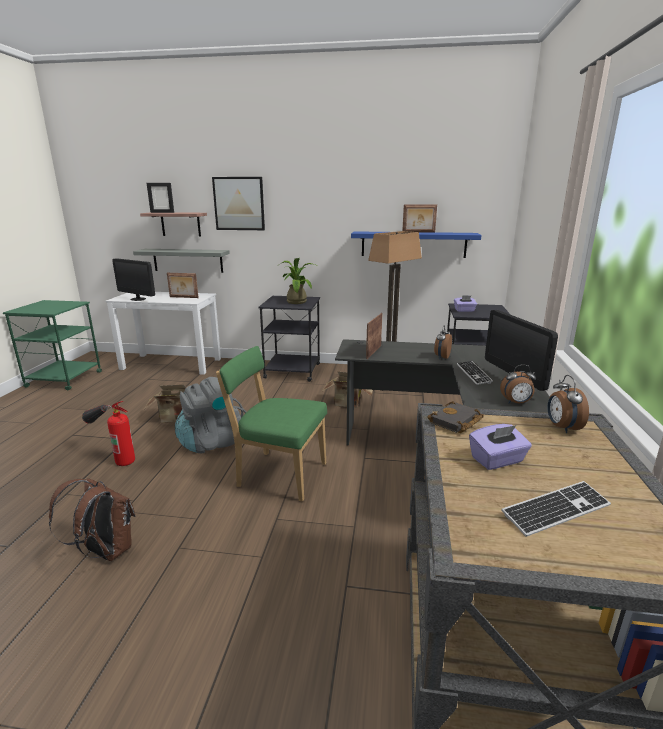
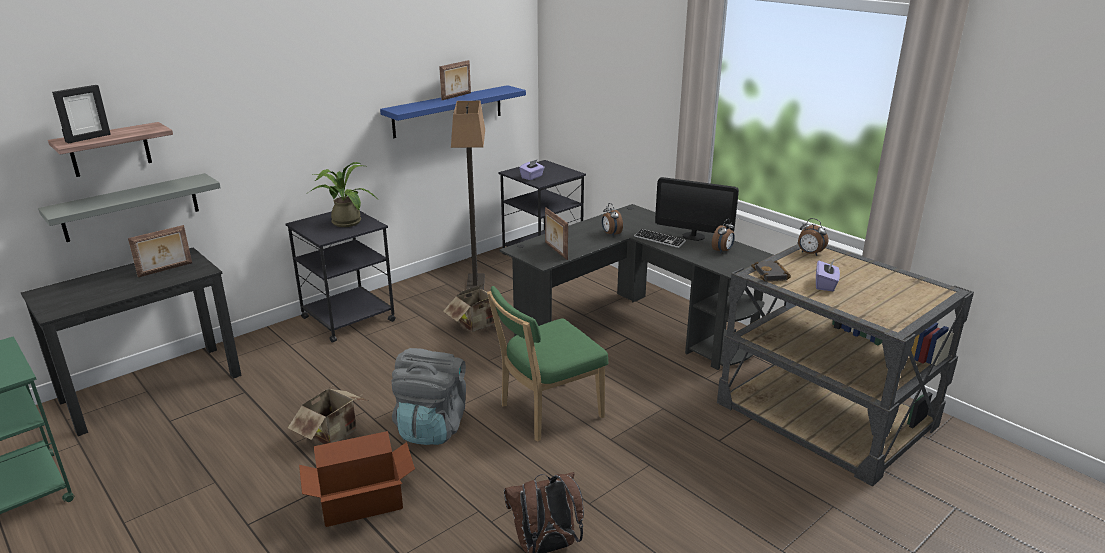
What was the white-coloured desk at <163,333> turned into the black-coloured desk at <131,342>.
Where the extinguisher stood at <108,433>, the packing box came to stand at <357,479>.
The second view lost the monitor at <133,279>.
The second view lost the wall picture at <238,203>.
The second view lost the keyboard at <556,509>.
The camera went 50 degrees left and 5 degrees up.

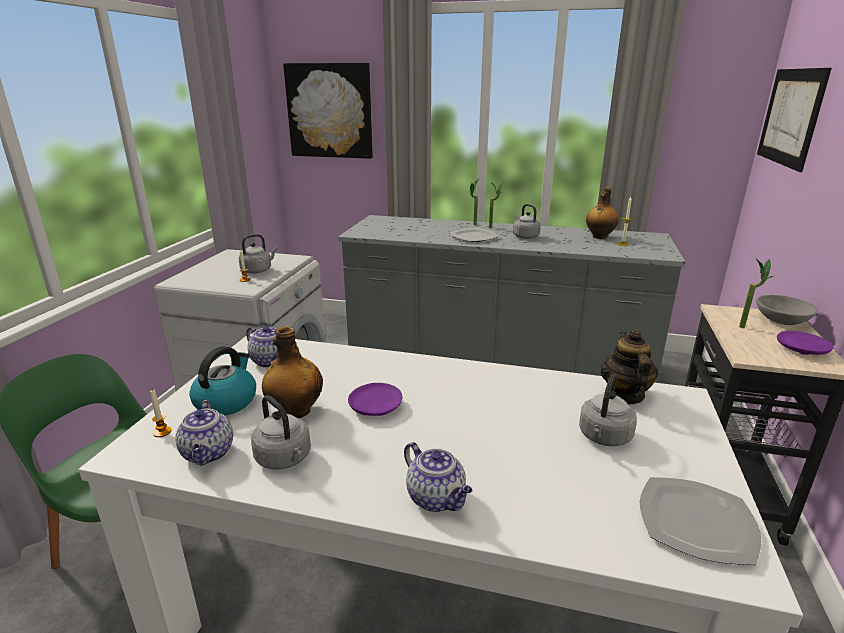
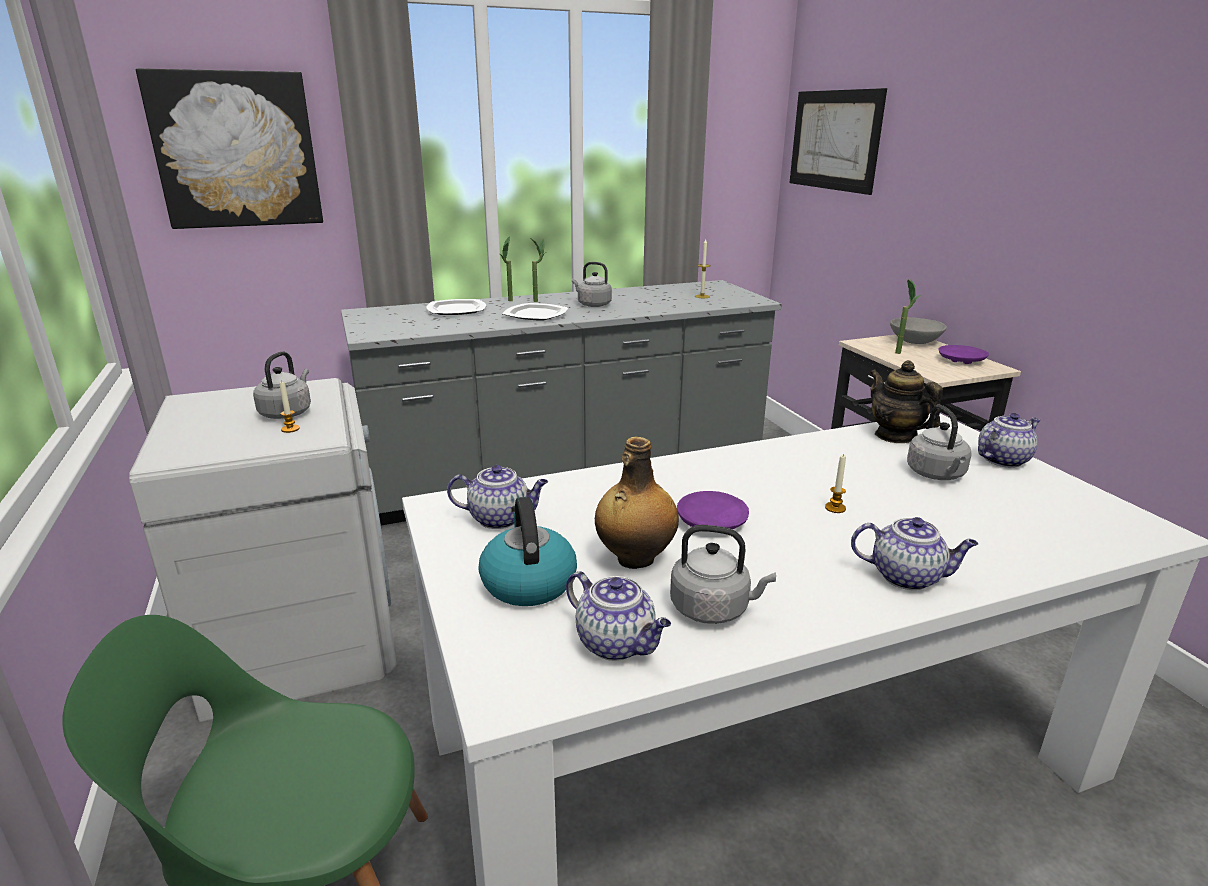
The dinner plate ended up elsewhere, having gone from <700,521> to <456,307>.
The wax candle ended up elsewhere, having gone from <160,413> to <835,483>.
The second view gained the pot for tea at <1009,440>.
The second view lost the drink bottle at <602,213>.
The camera went 35 degrees left and 0 degrees up.

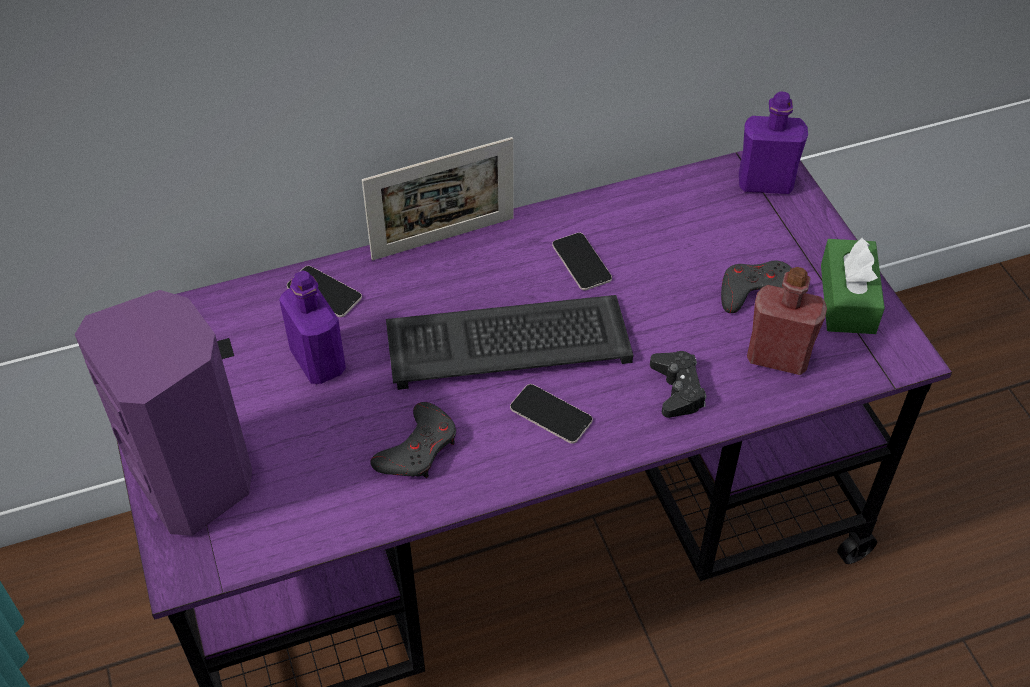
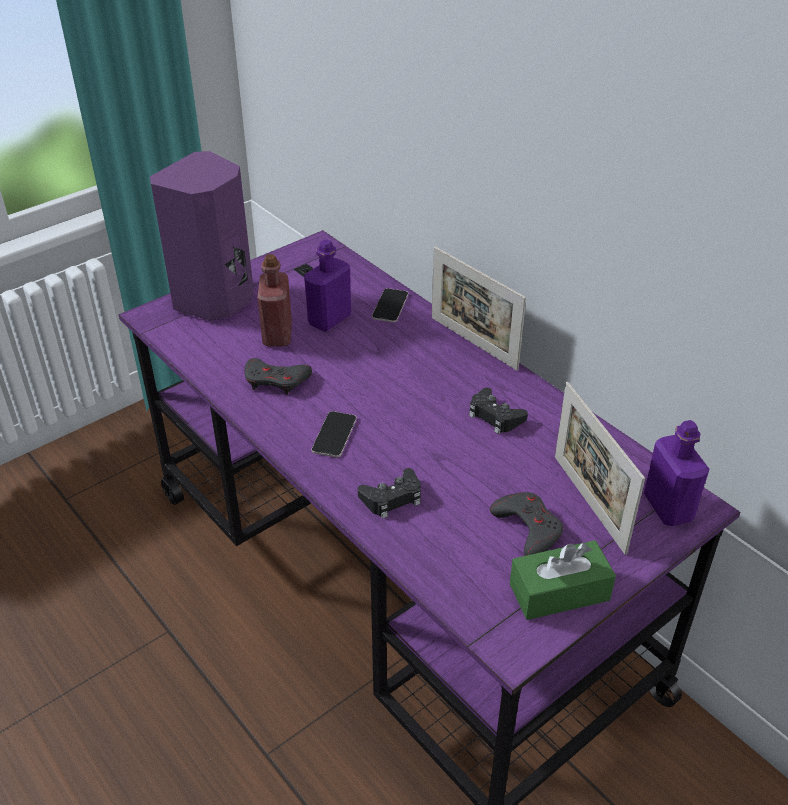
The reddish drink bottle ended up elsewhere, having gone from <787,321> to <275,300>.
Where the phone stood at <582,261>, the black-coloured game controller came to stand at <498,411>.
The second view gained the picture frame at <600,468>.
The second view lost the keyboard at <510,342>.
The camera went 70 degrees right and 10 degrees down.

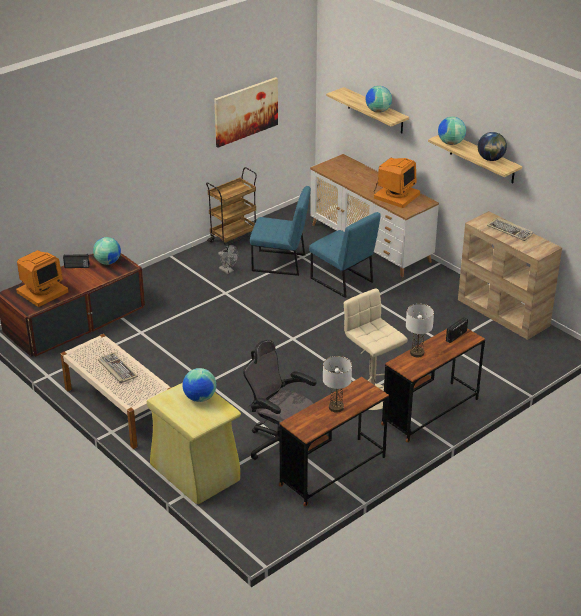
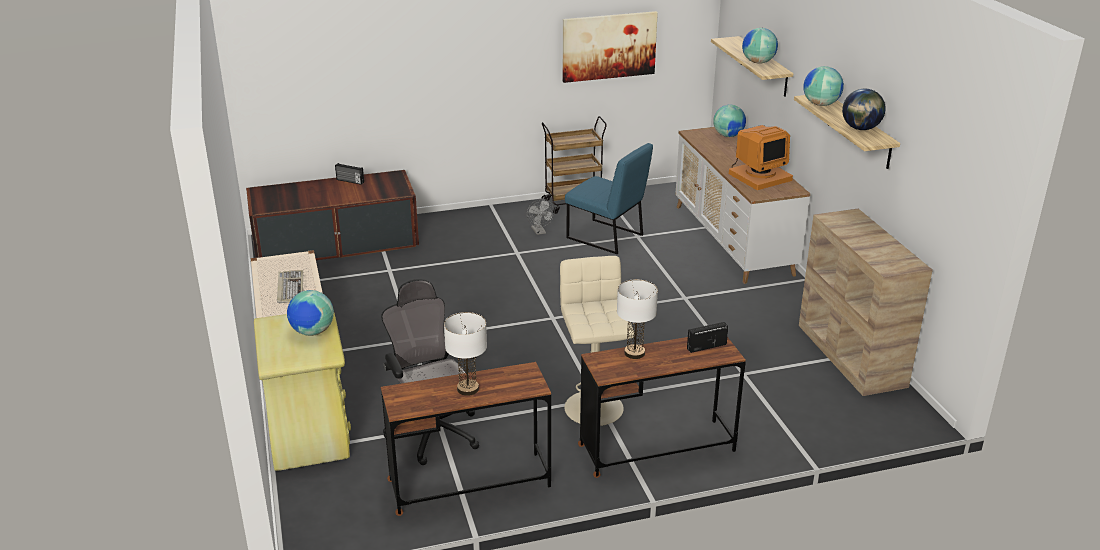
The world globe ended up elsewhere, having gone from <107,251> to <729,121>.
The second view lost the monitor at <42,278>.
The second view lost the blue upright chair at <345,255>.
The second view lost the keyboard at <510,229>.
The camera went 25 degrees right and 5 degrees down.

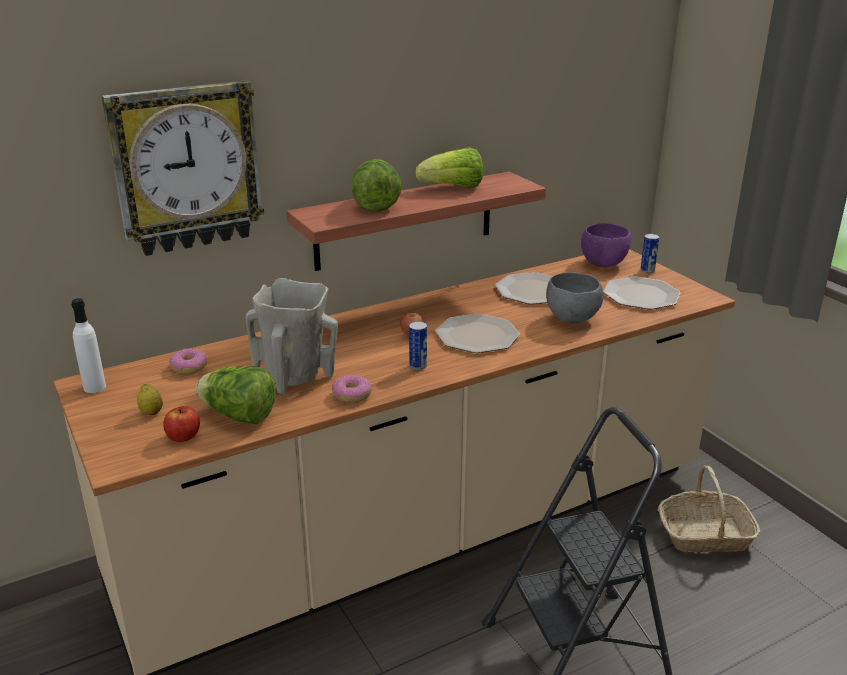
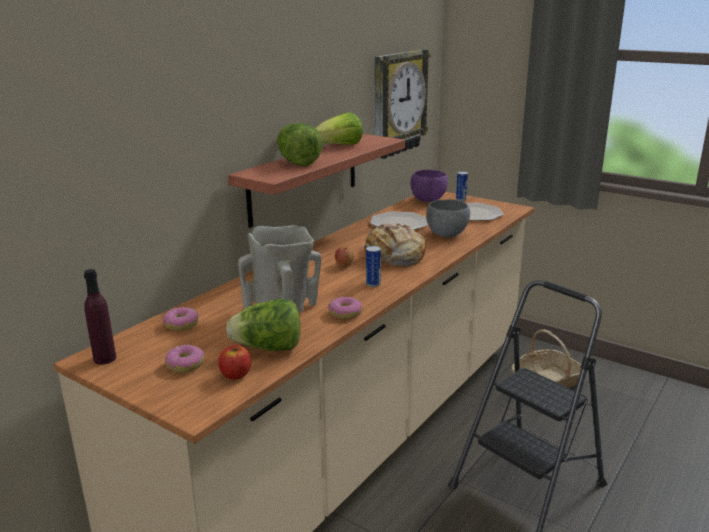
What was the white-coloured drink bottle at <88,345> turned into the purplish drink bottle at <100,317>.
Where the whole lemon stood at <150,399>, the ring doughnut came to stand at <184,359>.
Where the dinner plate stood at <477,333>, the baked bread came to stand at <394,245>.
The hanging clock ended up elsewhere, having gone from <183,168> to <402,104>.
The camera went 25 degrees left and 5 degrees down.

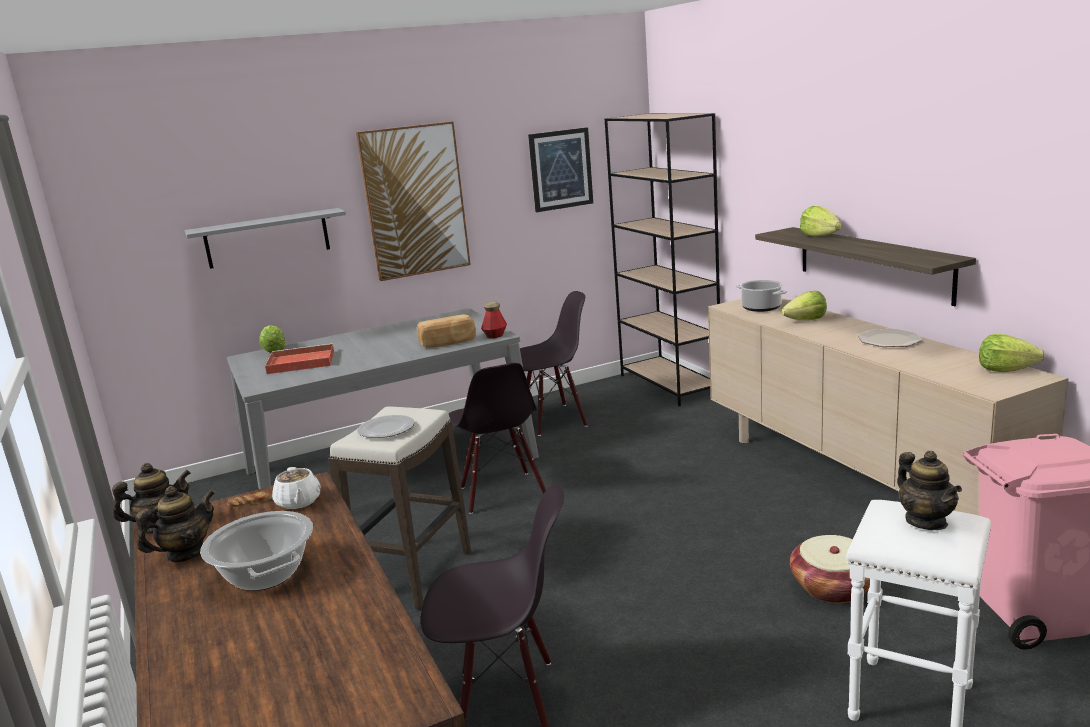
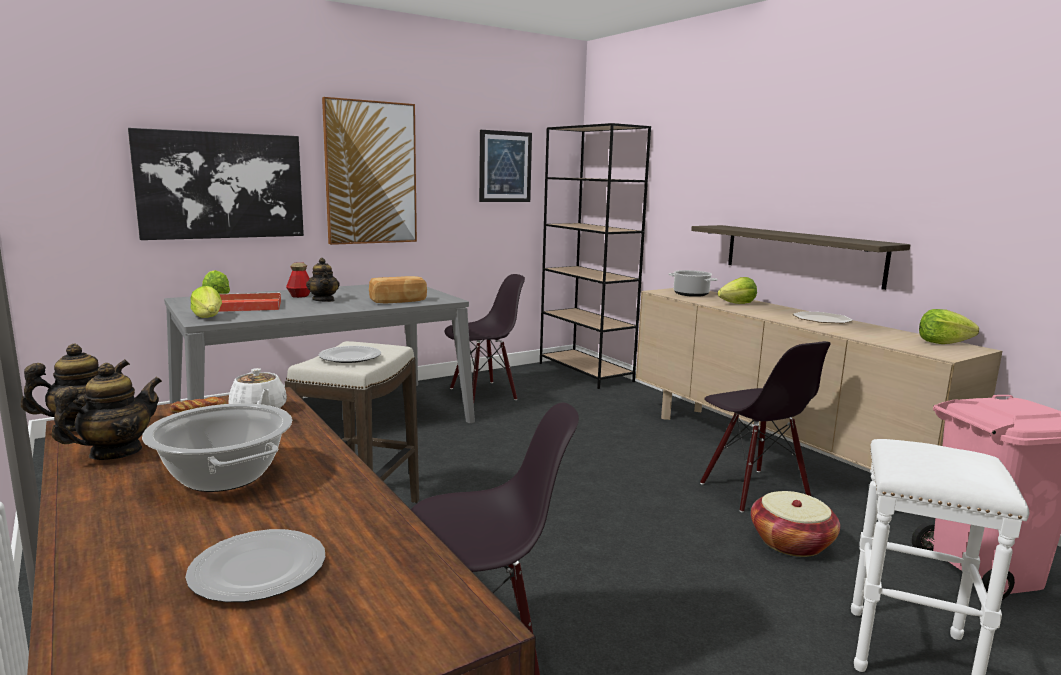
Where the gray bracket shelf hung at <265,238>, the wall picture came to hang at <216,184>.
The second view gained the dinner plate at <255,565>.
The head of lettuce ended up elsewhere, having gone from <821,221> to <206,302>.
The drink bottle ended up elsewhere, having gone from <494,319> to <298,280>.
The pot for tea ended up elsewhere, having gone from <929,490> to <323,280>.
The black-coloured upright chair ended up elsewhere, having gone from <497,438> to <765,427>.
The camera went 10 degrees left and 5 degrees down.

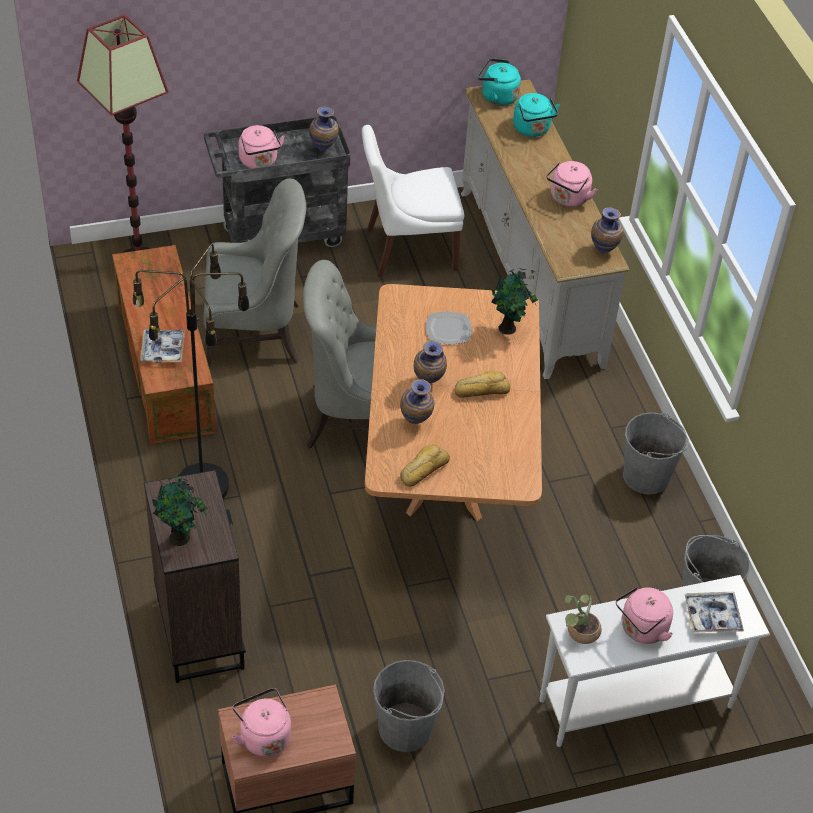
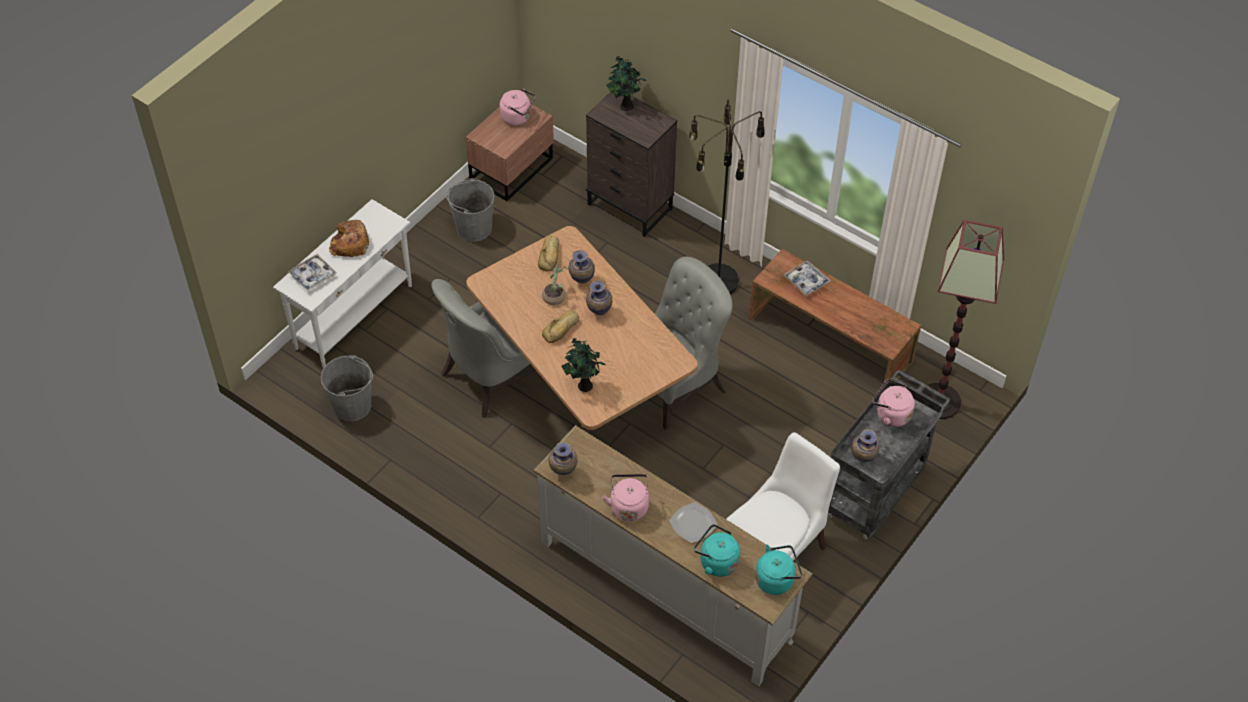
Where the pinkish tea kettle stood at <644,615>, the baked bread came to stand at <349,238>.
The gray upright chair ended up elsewhere, having gone from <255,272> to <487,348>.
The houseplant ended up elsewhere, having gone from <583,619> to <555,284>.
The dinner plate ended up elsewhere, having gone from <449,327> to <693,522>.
The second view lost the gray bucket at <656,453>.
The camera went 145 degrees right and 5 degrees up.

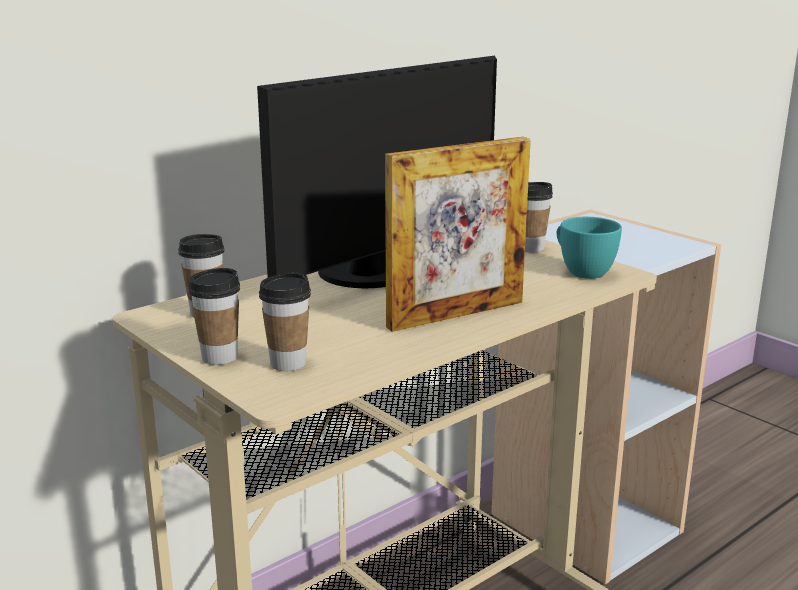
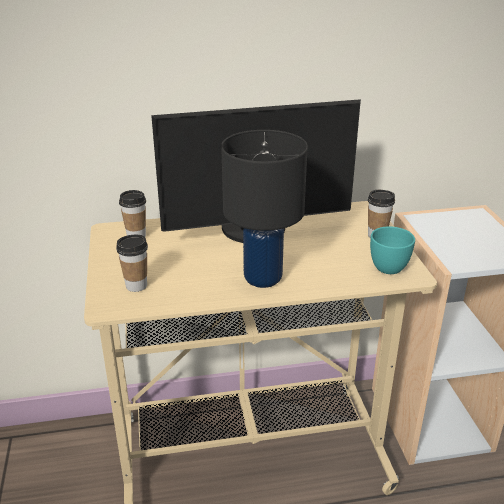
Where the picture frame stood at <458,234>, the black-coloured lamp for a table came to stand at <264,209>.
The second view lost the cup at <214,316>.
The camera went 30 degrees right and 10 degrees up.

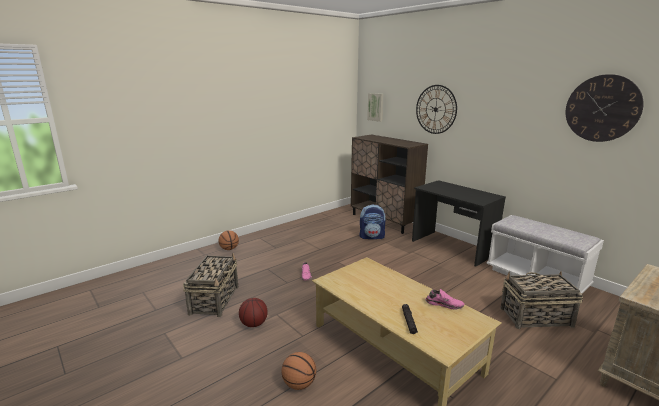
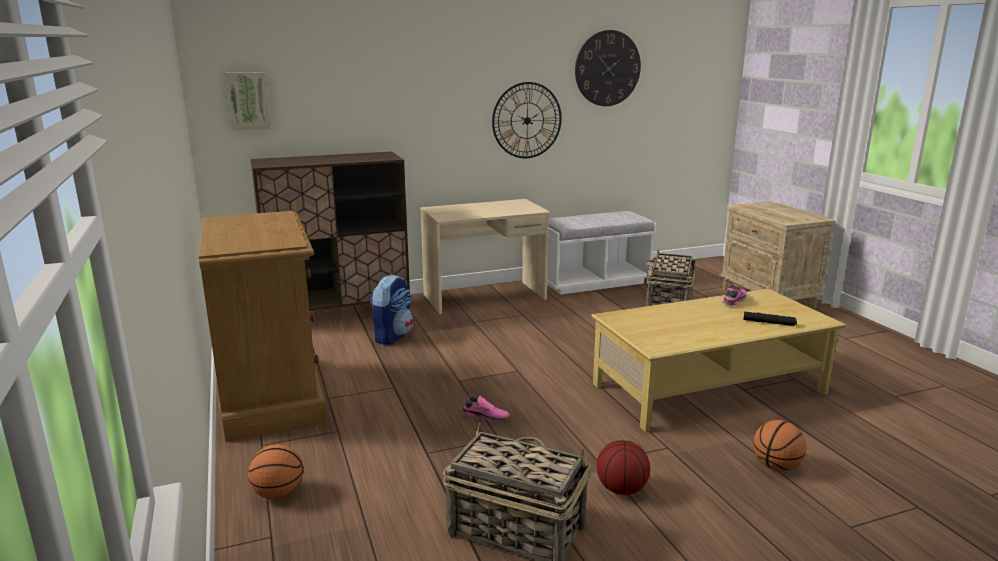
The second view gained the brownish dresser at <263,326>.
What was the black-coloured desk at <459,223> turned into the beige desk at <485,256>.
The hanging clock ended up elsewhere, having gone from <436,109> to <527,120>.
The camera went 70 degrees left and 0 degrees up.

